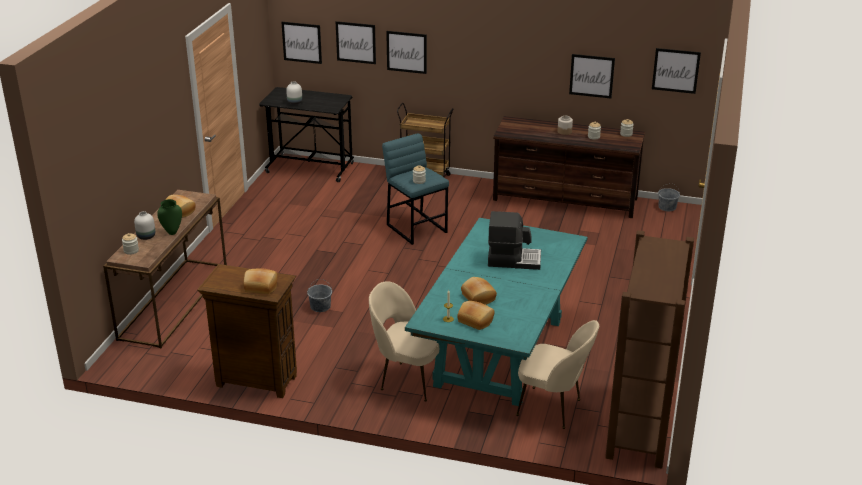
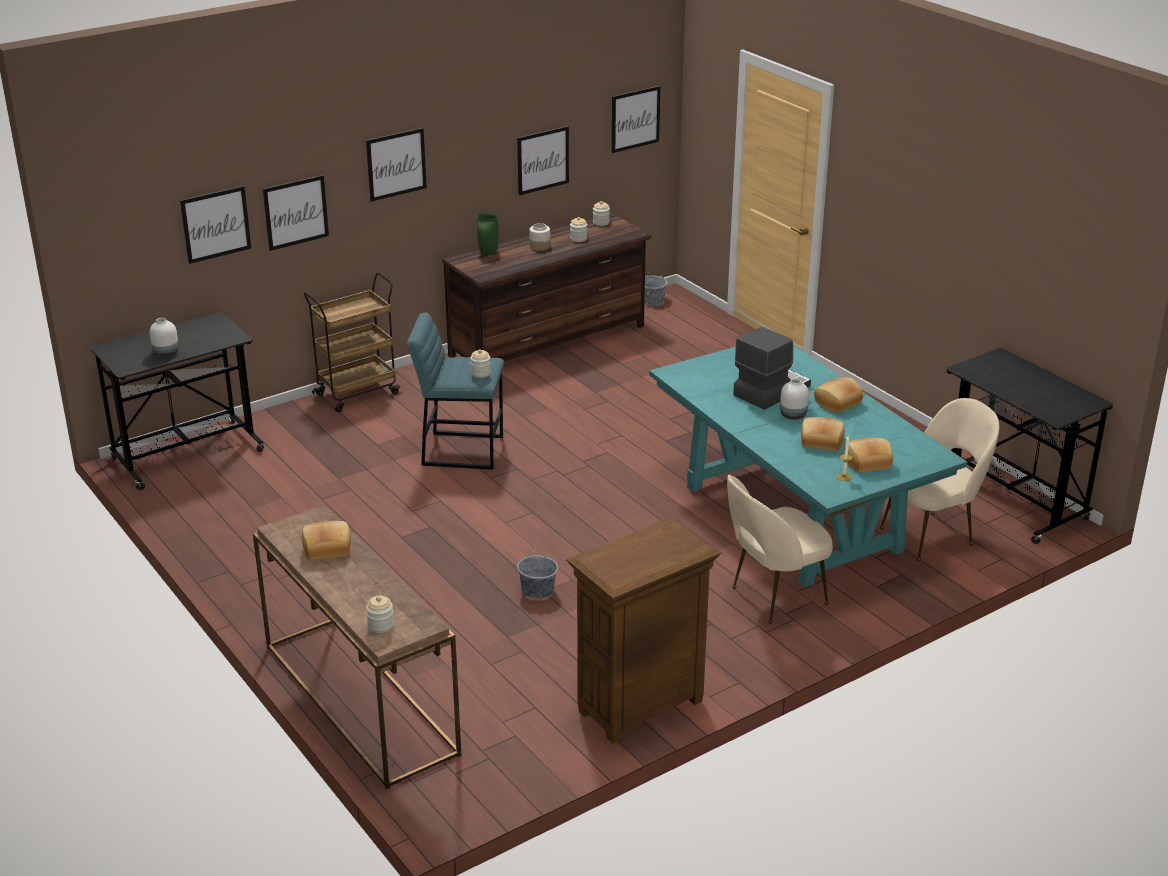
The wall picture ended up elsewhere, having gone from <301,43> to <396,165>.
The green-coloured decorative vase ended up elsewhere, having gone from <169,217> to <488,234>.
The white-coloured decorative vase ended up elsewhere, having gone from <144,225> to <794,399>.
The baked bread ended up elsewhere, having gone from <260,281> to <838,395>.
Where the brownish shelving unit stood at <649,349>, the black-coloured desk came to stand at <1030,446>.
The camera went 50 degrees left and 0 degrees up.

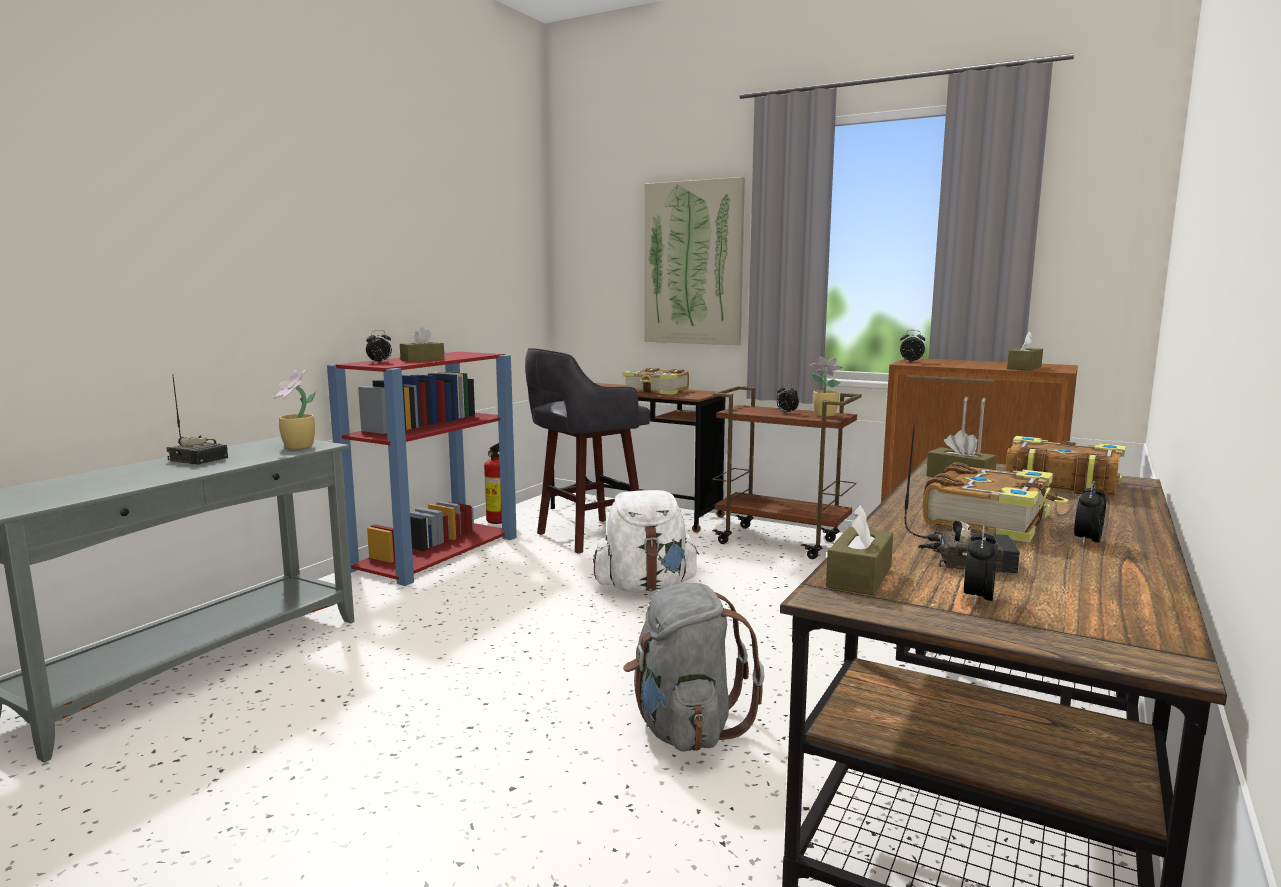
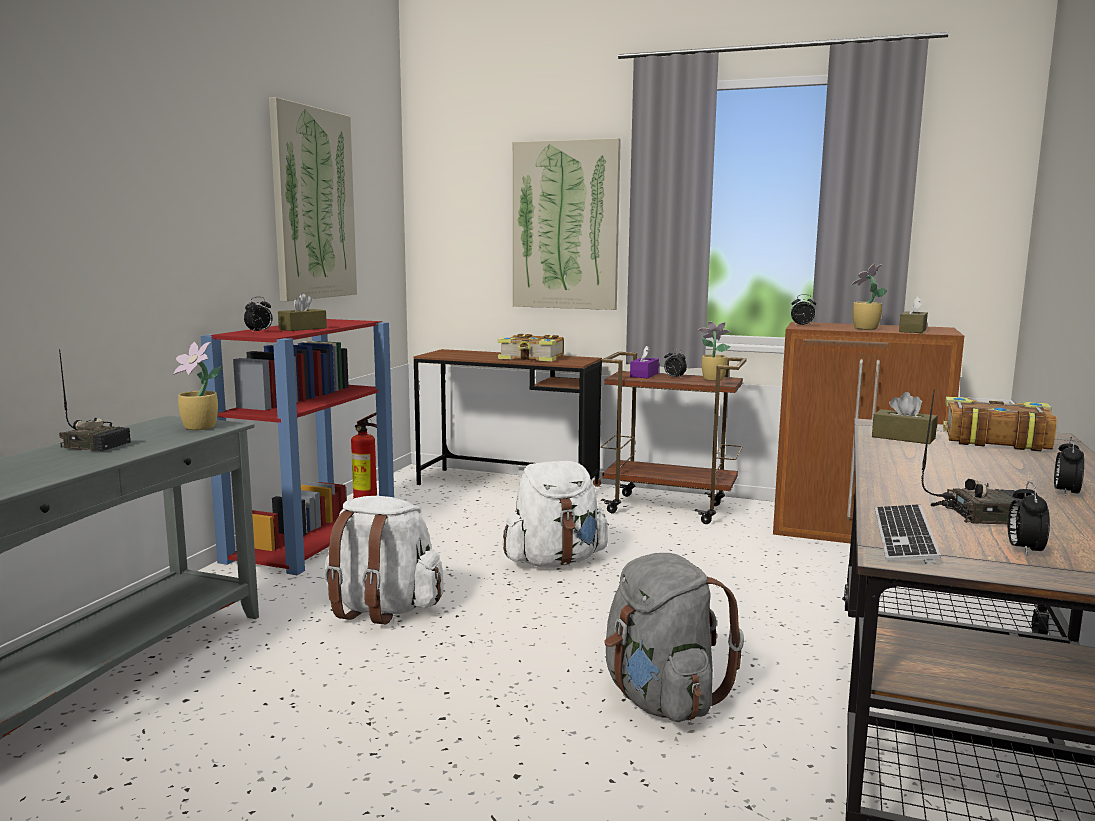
The second view gained the wall picture at <313,199>.
The second view gained the white-coloured rucksack at <384,560>.
The second view gained the purplish tissue box at <644,362>.
The second view gained the houseplant at <869,297>.
Where the brownish tissue box stood at <859,550>, the keyboard came to stand at <908,534>.
The second view lost the gray stool at <587,451>.
The second view lost the volume at <996,502>.
The camera went 10 degrees left and 0 degrees up.

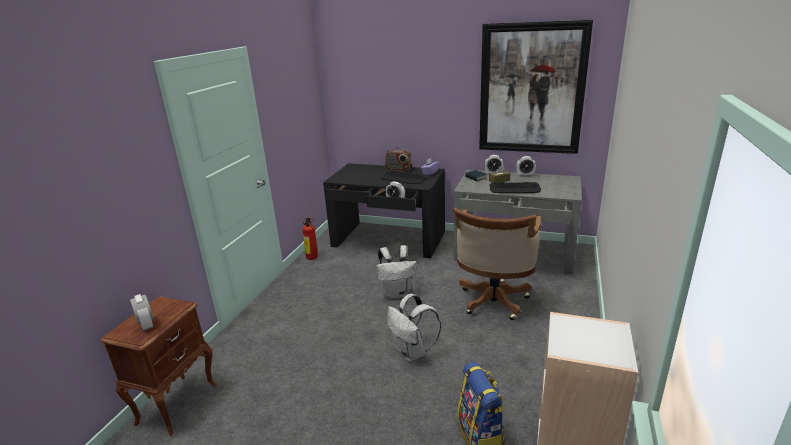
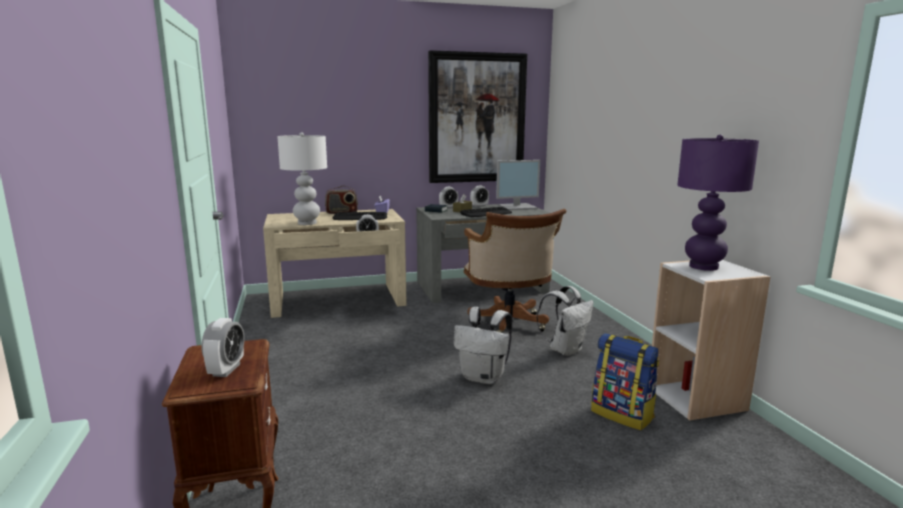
The alarm clock at <142,312> ended up facing another way, 75 degrees clockwise from before.
What was the black-coloured desk at <384,210> turned into the beige desk at <335,263>.
The second view gained the white-coloured lamp for a table at <302,178>.
The second view gained the monitor at <518,185>.
The white-coloured rucksack ended up elsewhere, having gone from <396,272> to <565,321>.
The second view gained the purplish lamp for a table at <718,202>.
The second view lost the extinguisher at <310,238>.
The camera went 35 degrees left and 10 degrees down.

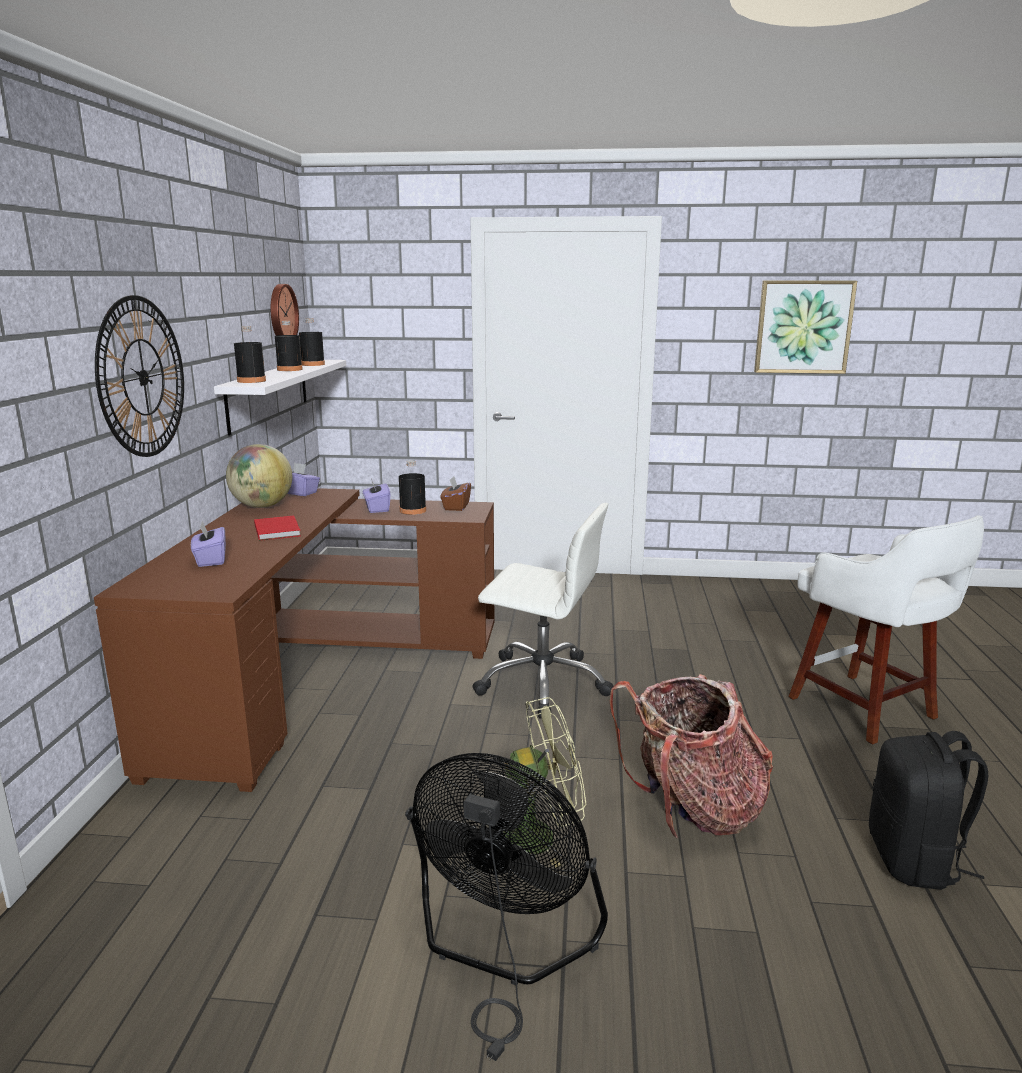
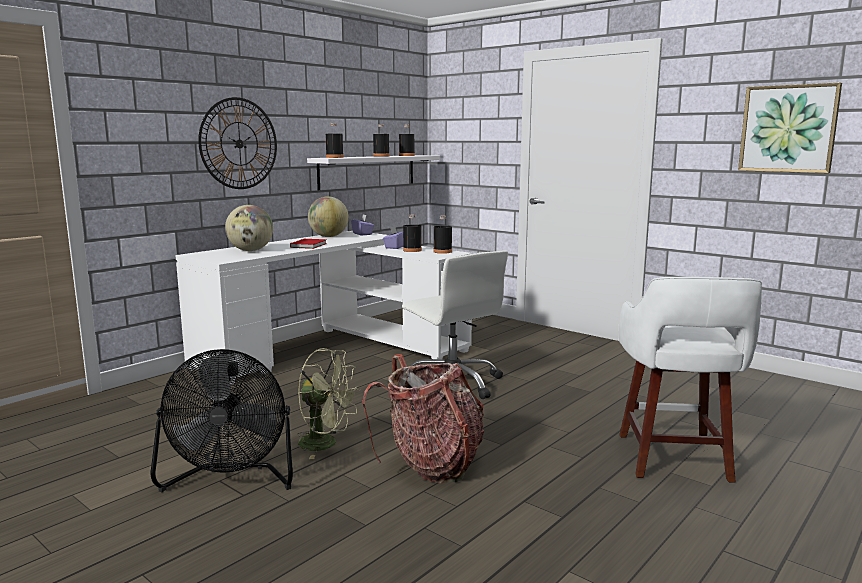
The black-coloured fan at <506,907> ended up facing another way, 120 degrees clockwise from before.
What was the brownish desk at <294,640> turned into the white-coloured desk at <324,308>.
Where the purplish tissue box stood at <208,544>, the world globe came to stand at <249,228>.
Where the brownish tissue box stood at <455,493>, the black-coloured drink bottle came to stand at <442,235>.
The second view lost the hanging clock at <285,310>.
The second view lost the black-coloured rucksack at <928,810>.
The camera went 35 degrees right and 5 degrees down.

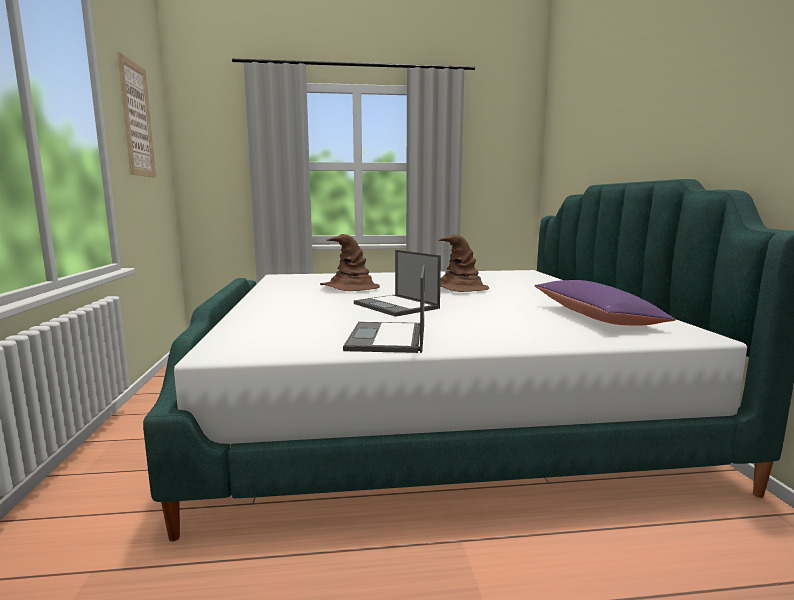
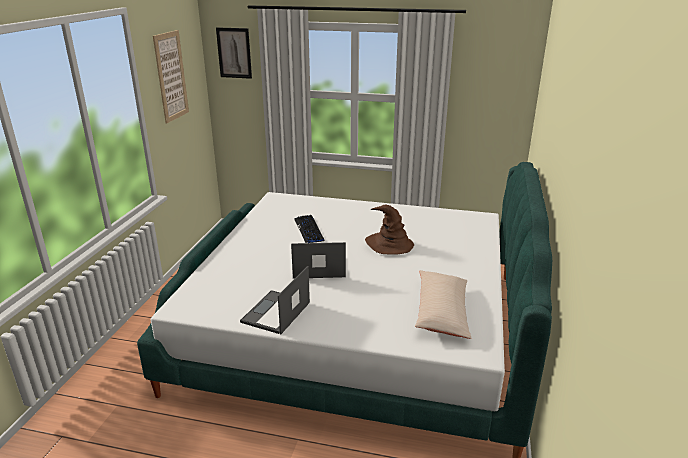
The second view gained the wall picture at <234,53>.
The notebook computer at <397,283> ended up facing another way, 105 degrees clockwise from before.
Where the brownish clothing hat stood at <350,262>, the keyboard came to stand at <309,229>.
What was the purplish throw pillow at <605,303> turned into the beige throw pillow at <443,304>.
The camera went 20 degrees right and 15 degrees up.

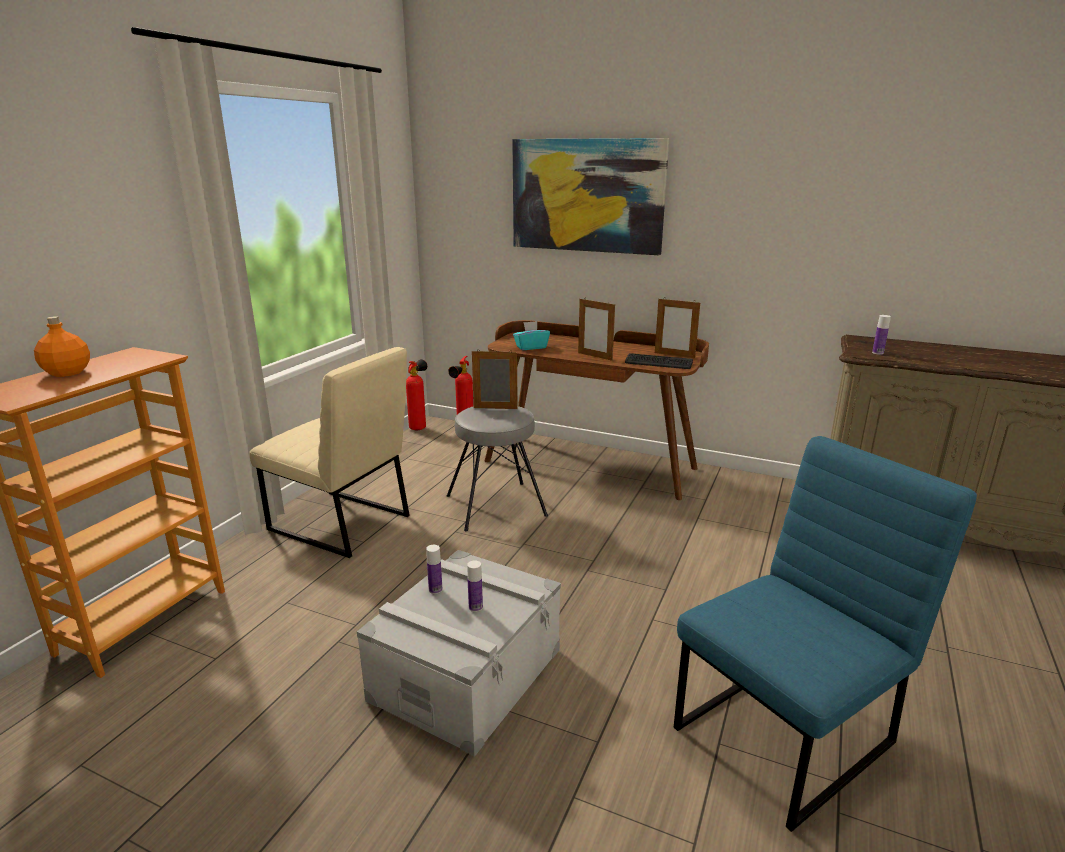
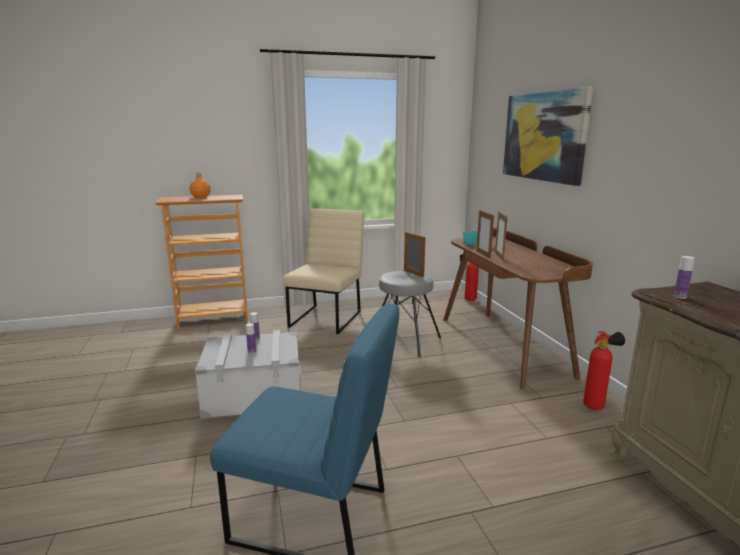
The beige upright chair at <330,452> ended up facing another way, 150 degrees counterclockwise from before.
The picture frame ended up elsewhere, having gone from <677,328> to <485,234>.
The extinguisher ended up elsewhere, having gone from <416,394> to <604,370>.
The second view lost the keyboard at <659,361>.
The camera went 50 degrees right and 5 degrees down.

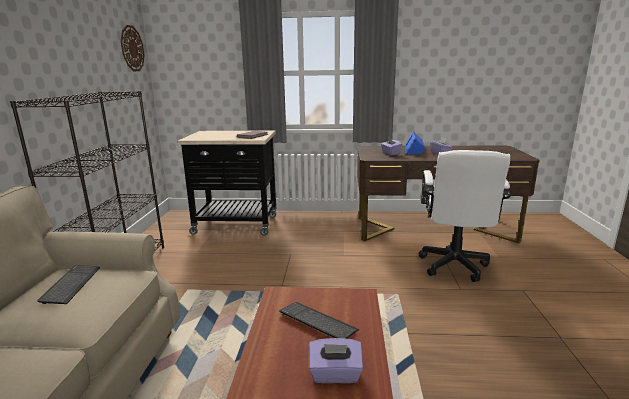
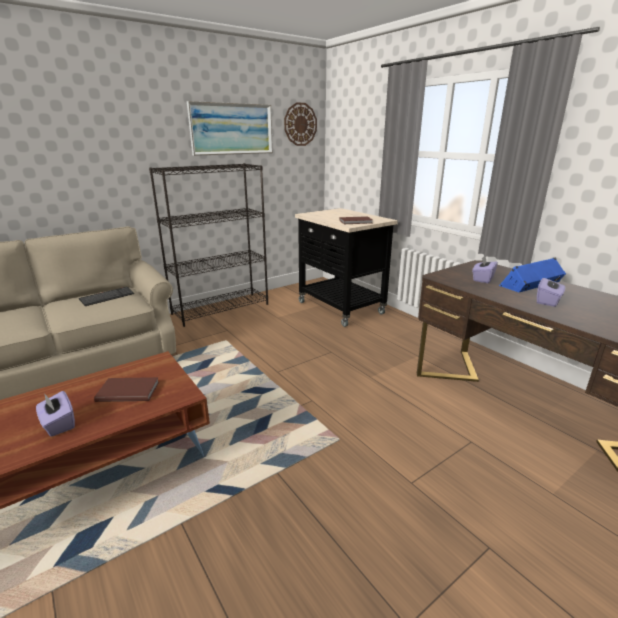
Where the keyboard stood at <319,320>, the brownish volume came to stand at <126,389>.
The second view gained the wall picture at <230,128>.
The second view lost the white-coloured computer chair at <465,216>.
The camera went 50 degrees right and 5 degrees up.

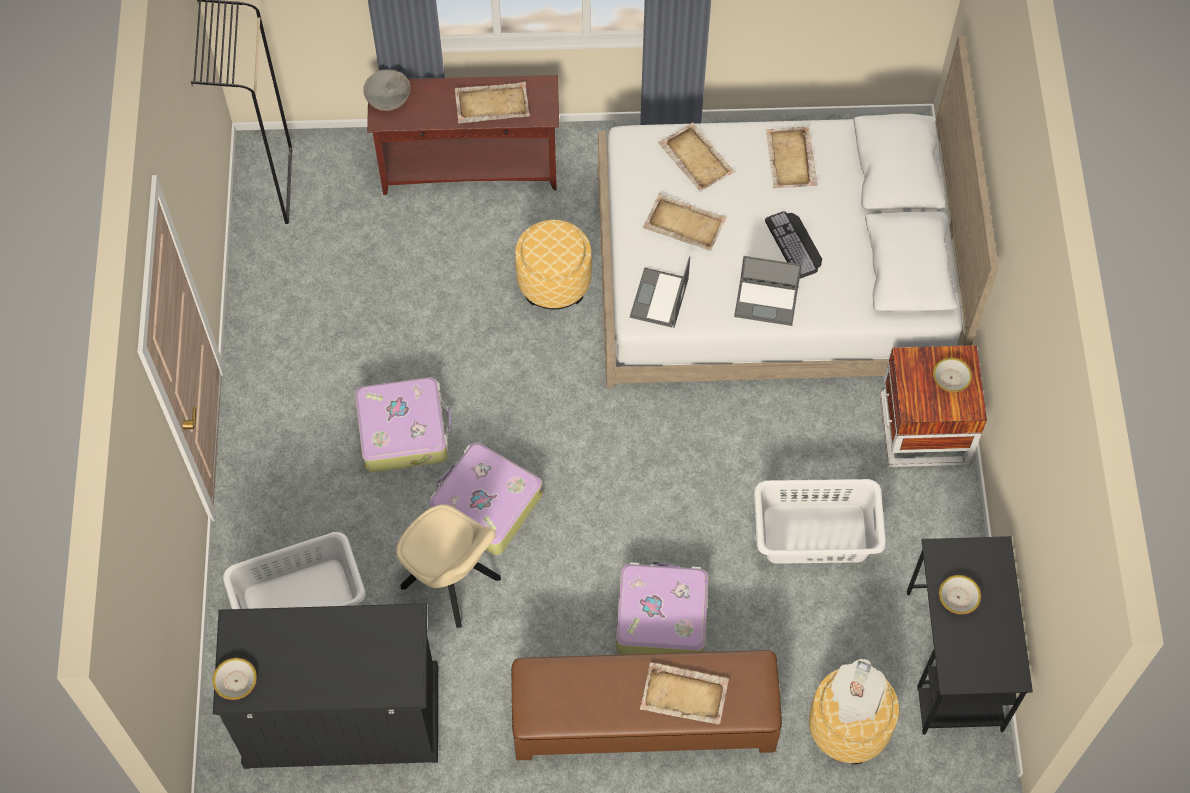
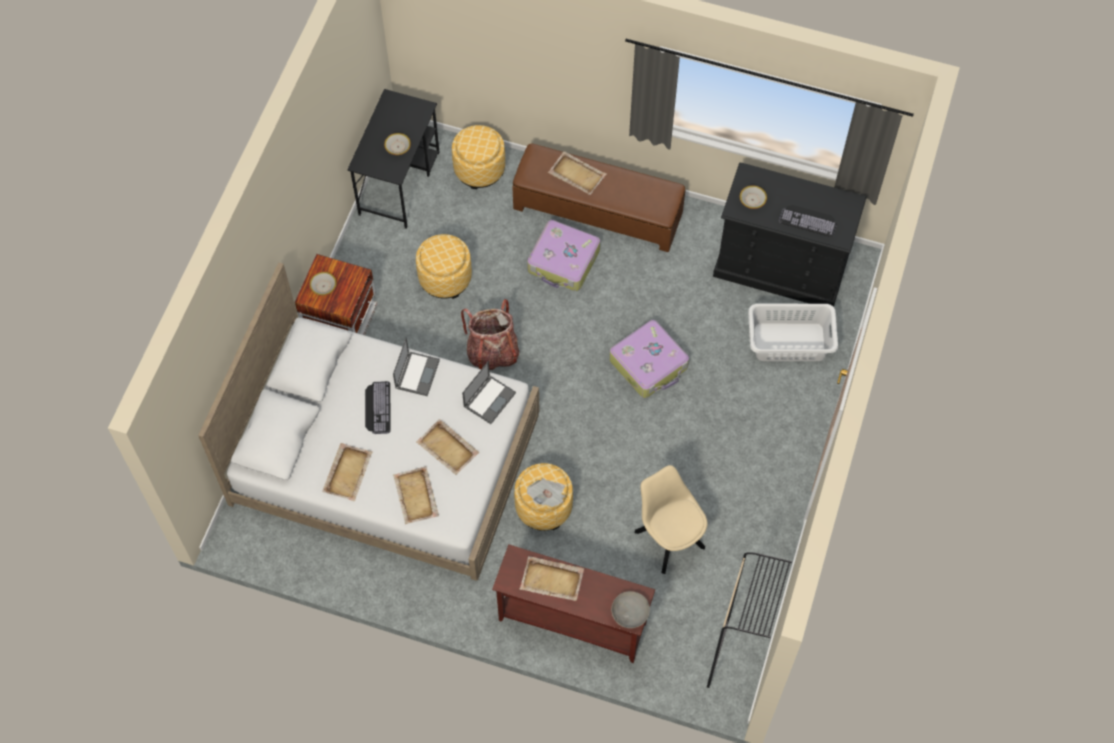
The notebook computer at <768,291> ended up facing another way, 75 degrees clockwise from before.
Where the white-coloured washing basket stood at <820,521>, the footrest came to stand at <444,266>.
The second view gained the rucksack at <490,334>.
The daily paper ended up elsewhere, having gone from <859,691> to <546,492>.
The beige upright chair ended up elsewhere, having gone from <448,566> to <671,519>.
The bowl ended up elsewhere, having gone from <235,679> to <753,197>.
The second view gained the keyboard at <808,221>.
The second view lost the suitcase at <403,424>.
The camera went 160 degrees left and 0 degrees up.

